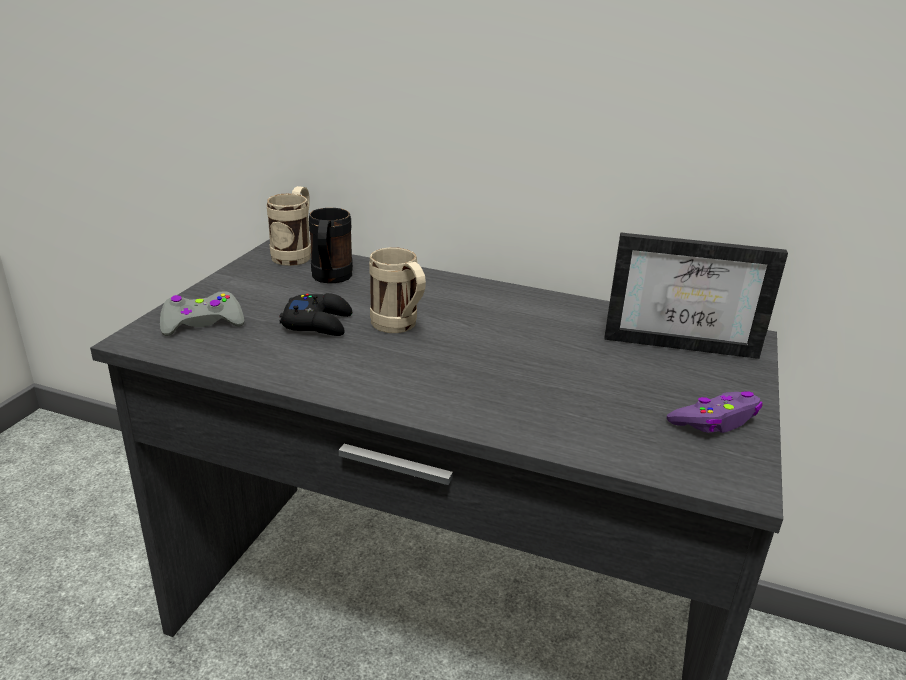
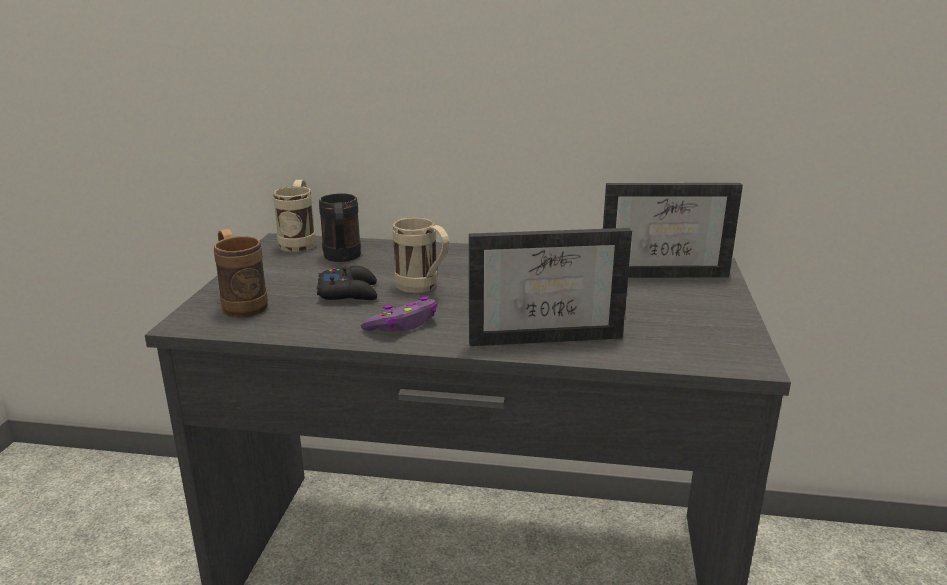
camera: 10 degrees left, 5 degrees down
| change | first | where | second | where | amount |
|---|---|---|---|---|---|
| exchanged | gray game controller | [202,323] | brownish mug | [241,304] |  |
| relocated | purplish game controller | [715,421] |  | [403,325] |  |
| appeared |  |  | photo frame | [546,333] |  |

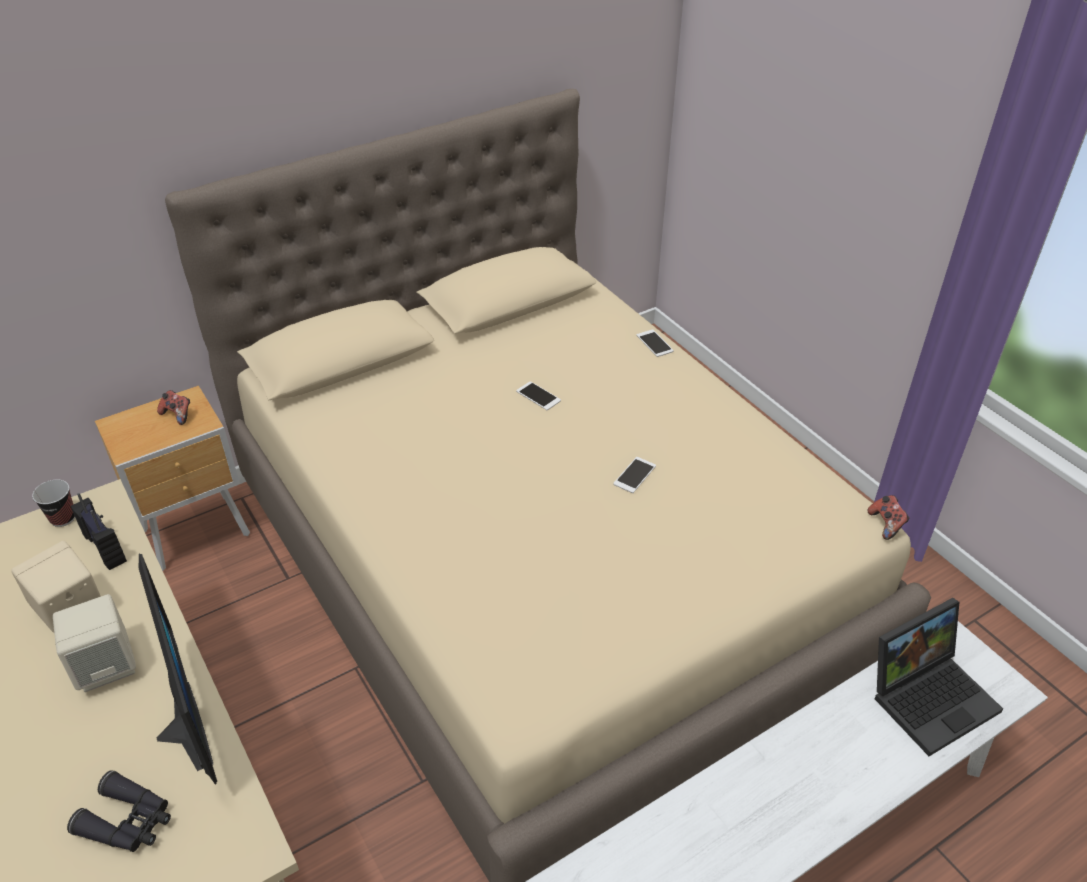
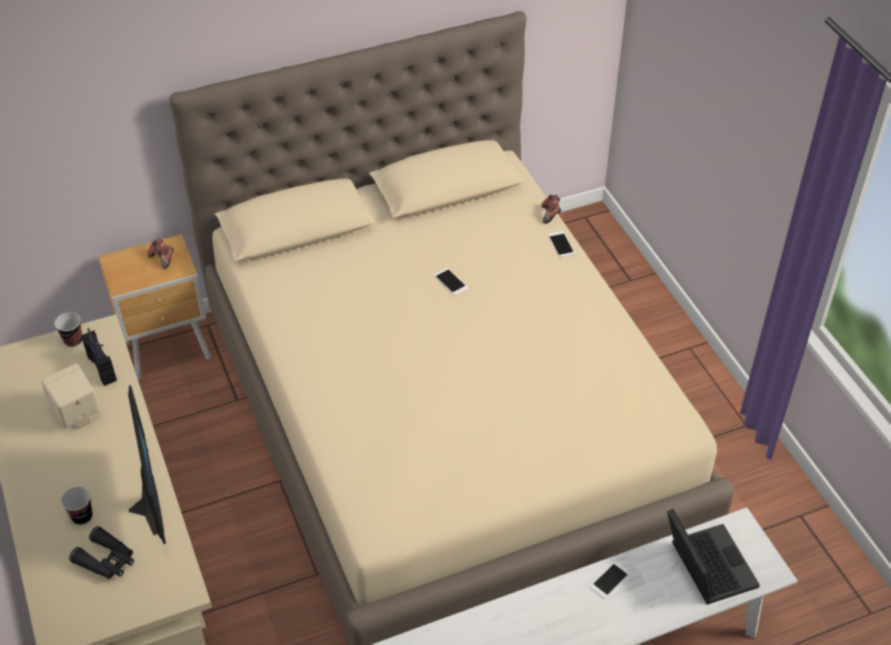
camera: 10 degrees right, 5 degrees up
| change | first | where | second | where | amount |
|---|---|---|---|---|---|
| appeared |  |  | small cup | [82,516] |  |
| relocated | game controller | [886,524] |  | [550,215] |  |
| relocated | telephone | [634,475] |  | [609,580] |  |
| spun | laptop | [930,695] |  | [705,565] | 90 degrees counterclockwise |
| missing | beige-coloured audio speaker | [106,666] |  |  |  |

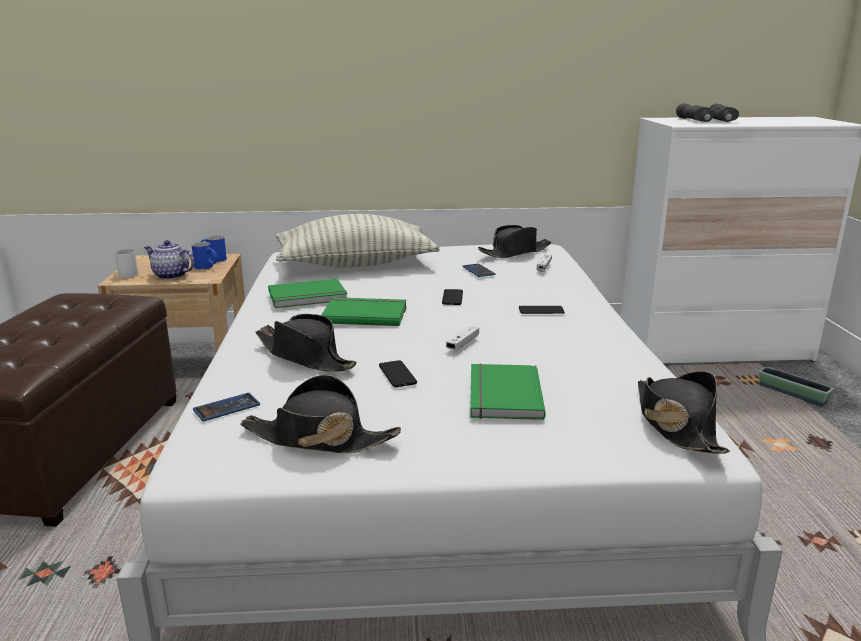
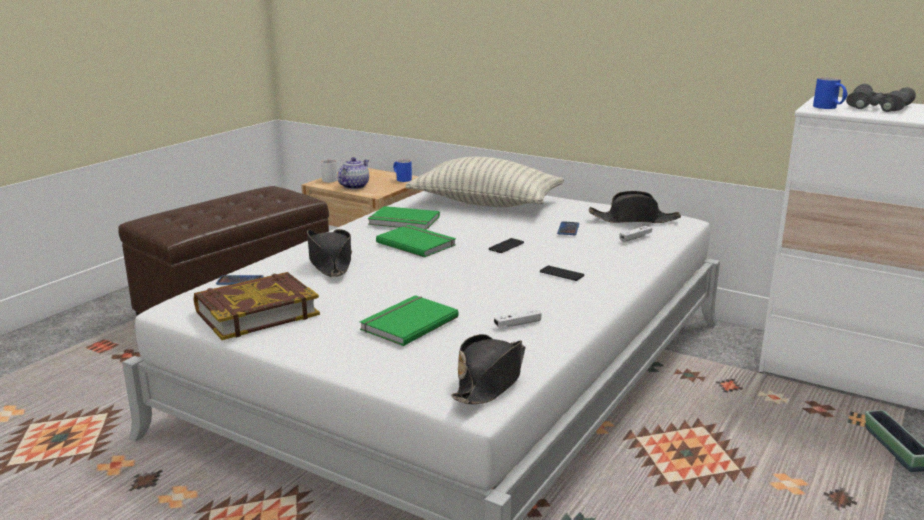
camera: 35 degrees right, 0 degrees up
| change | first | where | second | where | amount |
|---|---|---|---|---|---|
| exchanged | black-coloured wearable hat | [319,438] | volume | [256,313] |  |
| spun | tea pot | [170,275] |  | [354,186] | 60 degrees clockwise |
| relocated | white-coloured game controller | [462,343] |  | [517,324] |  |
| relocated | blue-coloured mug | [207,267] |  | [829,108] |  |
| missing | telephone | [397,374] |  |  |  |

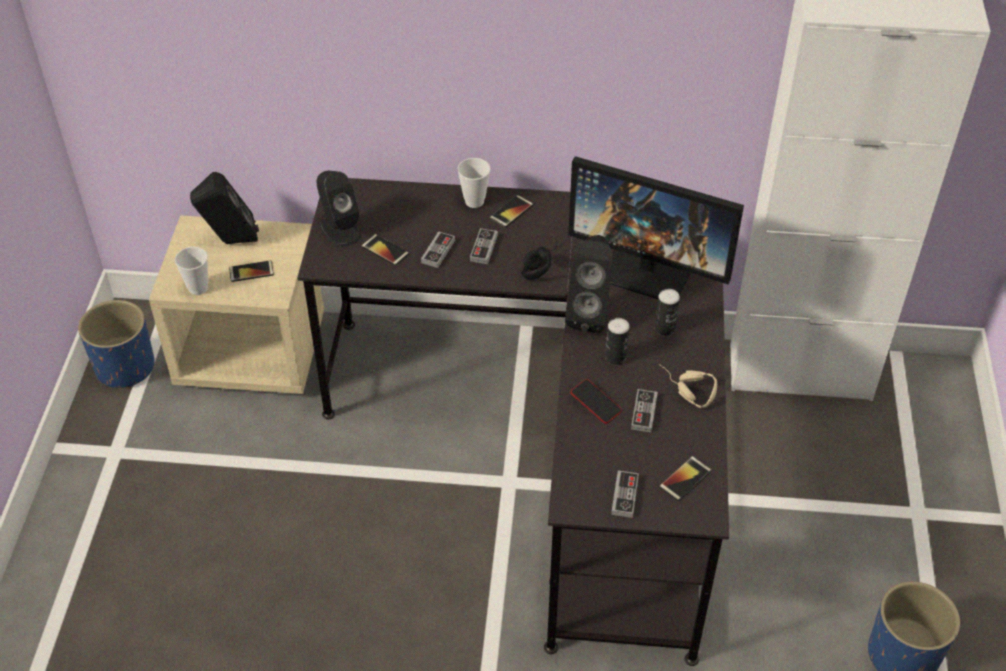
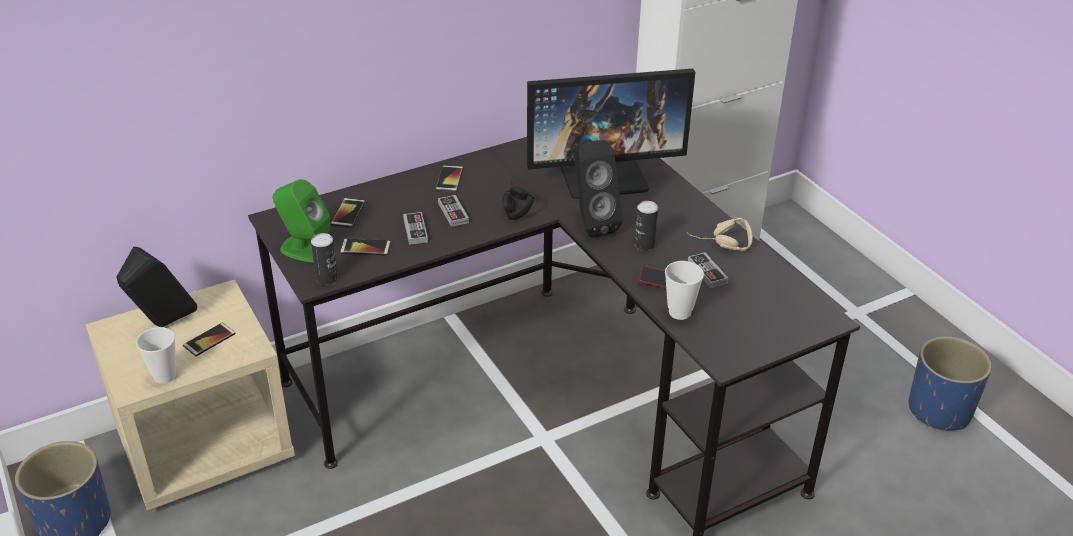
camera: 35 degrees left, 10 degrees down
| change | first | where | second | where | amount |
|---|---|---|---|---|---|
| colour | black-coloured audio speaker | [340,229] | green-coloured audio speaker | [305,249] |  |
| relocated | can | [664,328] |  | [327,279] |  |
| relocated | telephone | [685,479] |  | [348,213] |  |
| relocated | small cup | [474,201] |  | [679,312] |  |
| missing | game controller | [624,496] |  |  |  |

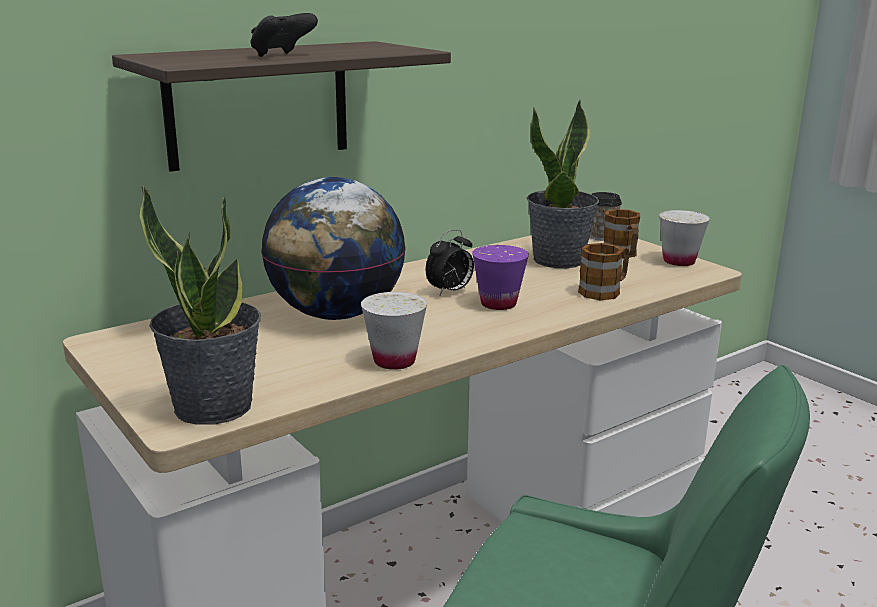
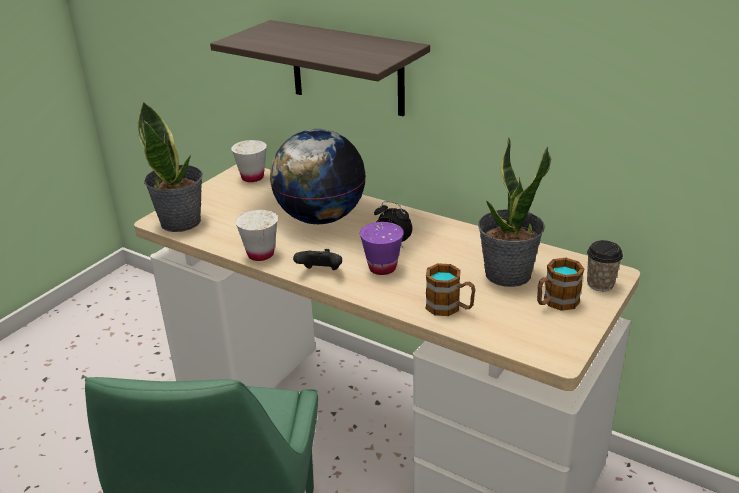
camera: 70 degrees right, 10 degrees up
| change | first | where | second | where | amount |
|---|---|---|---|---|---|
| relocated | white-coloured small cup | [679,261] |  | [252,177] |  |
| relocated | black-coloured game controller | [282,56] |  | [320,272] |  |

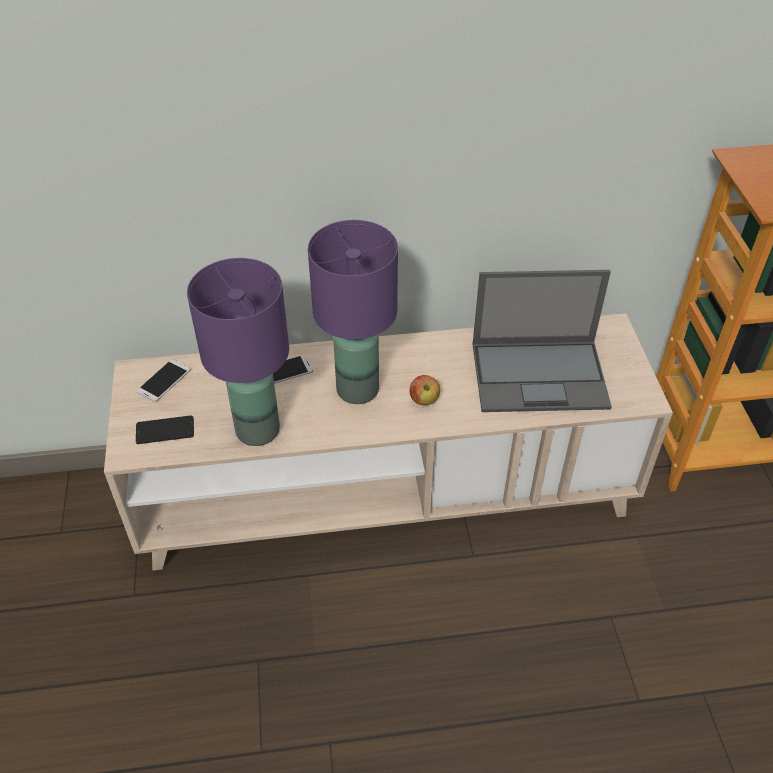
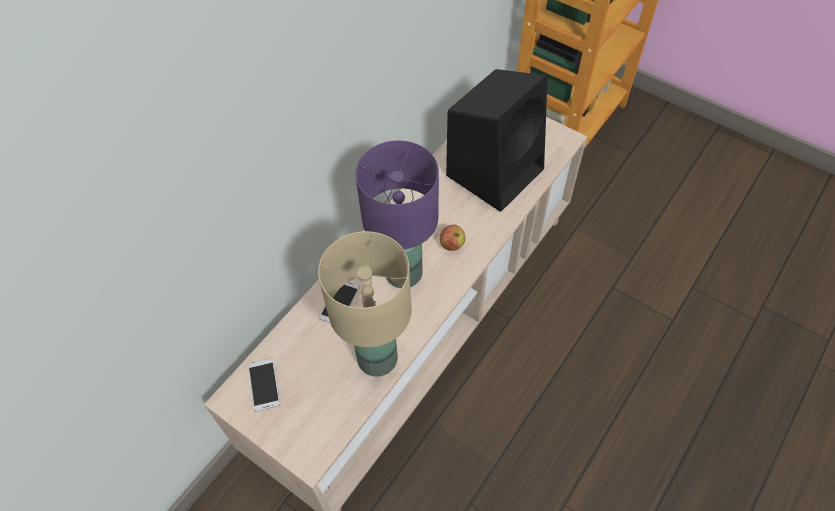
camera: 45 degrees left, 10 degrees up
| change | first | where | second | where | amount |
|---|---|---|---|---|---|
| colour | purplish table lamp | [257,431] | beige-coloured table lamp | [378,359] |  |
| exchanged | laptop | [540,375] | black-coloured audio speaker | [495,170] |  |
| missing | telephone | [165,430] |  |  |  |

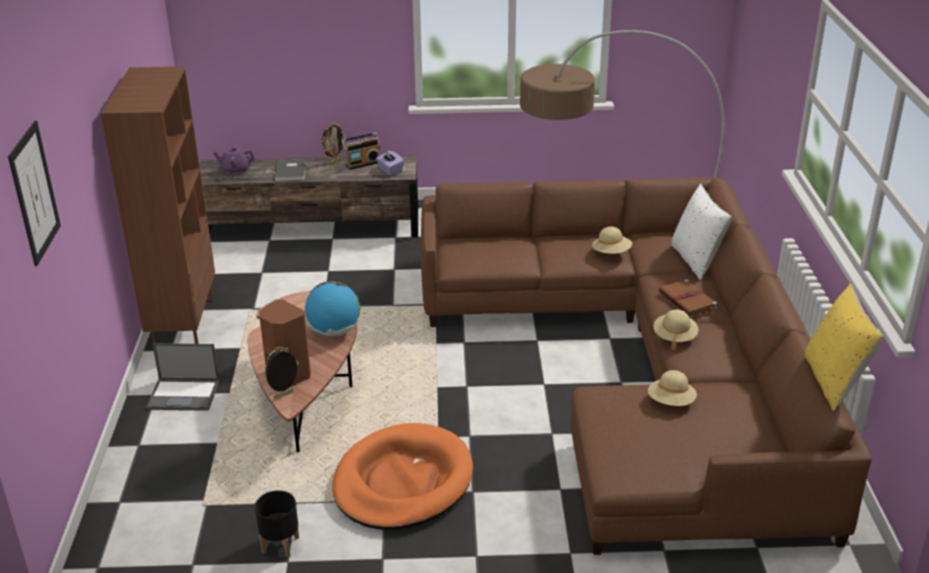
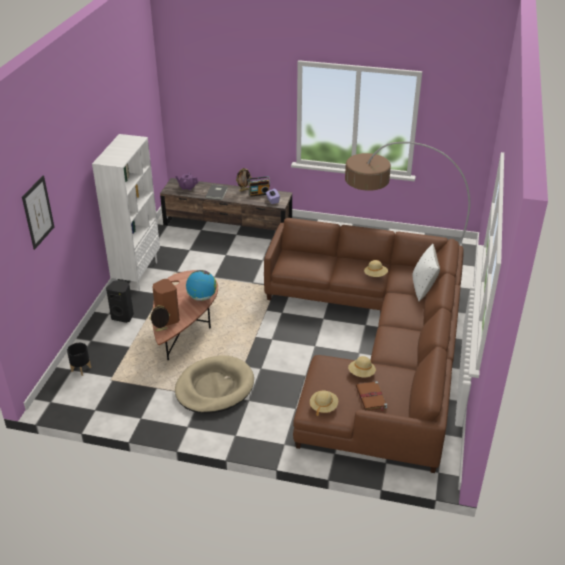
camera: 15 degrees right, 5 degrees up
| change | first | where | second | where | amount |
|---|---|---|---|---|---|
| relocated | black-coloured flower pot | [280,545] |  | [81,369] |  |
| colour | brownish bookcase | [183,323] | white-coloured bookcase | [137,274] |  |
| exchanged | laptop | [184,394] | black-coloured audio speaker | [123,316] |  |
| colour | orange-coloured dog cushion | [402,482] | beige-coloured dog cushion | [214,387] |  |
| relocated | beige-coloured wearable hat | [674,337] |  | [323,406] |  |
| relocated | brownish volume | [688,300] |  | [371,397] |  |
| missing | yellow-coloured pillow | [834,382] |  |  |  |

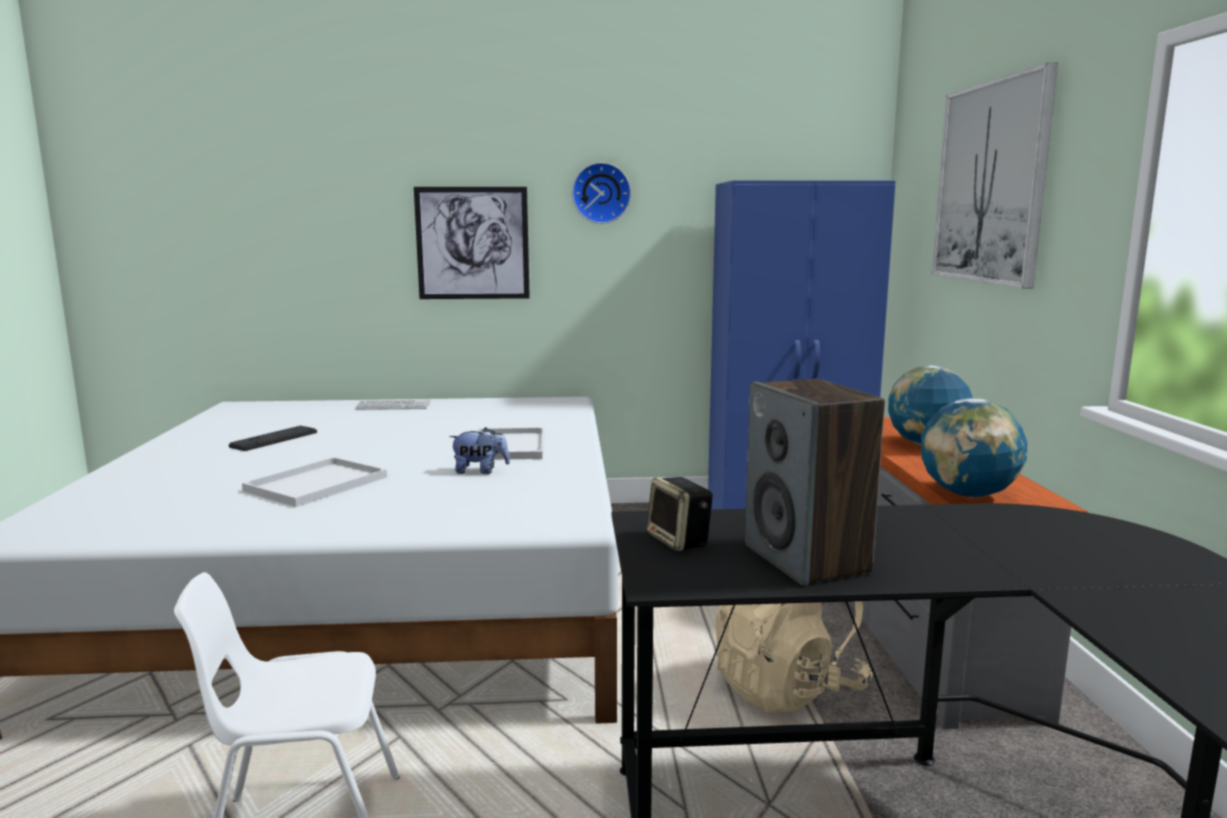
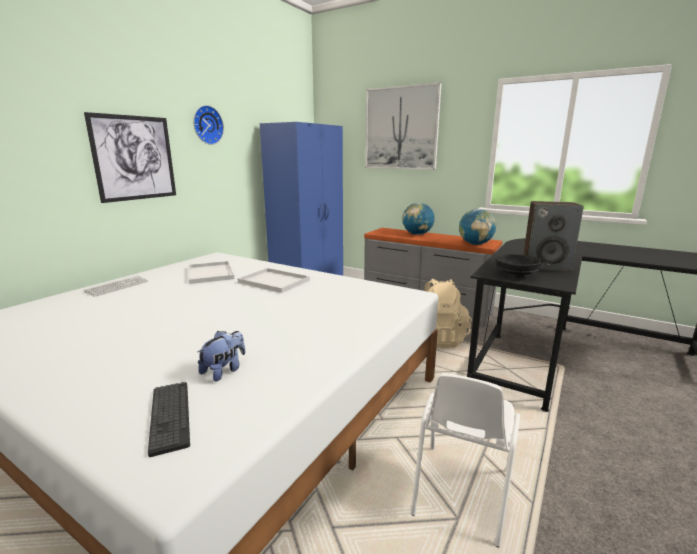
camera: 55 degrees left, 5 degrees up
| change | first | where | second | where | amount |
|---|---|---|---|---|---|
| relocated | computer keyboard | [274,439] |  | [170,416] |  |
| relocated | white-coloured serving tray | [317,483] |  | [209,273] |  |
| relocated | soft toy | [480,471] |  | [224,370] |  |
| exchanged | audio speaker | [680,541] | black-coloured bowl | [516,275] |  |

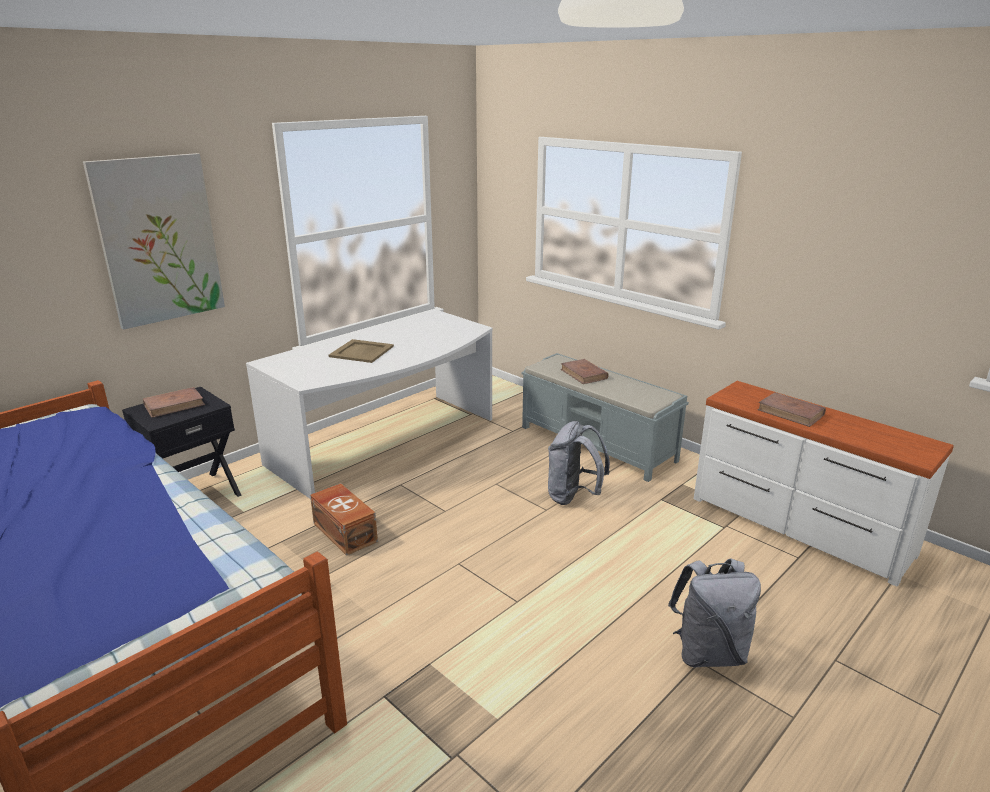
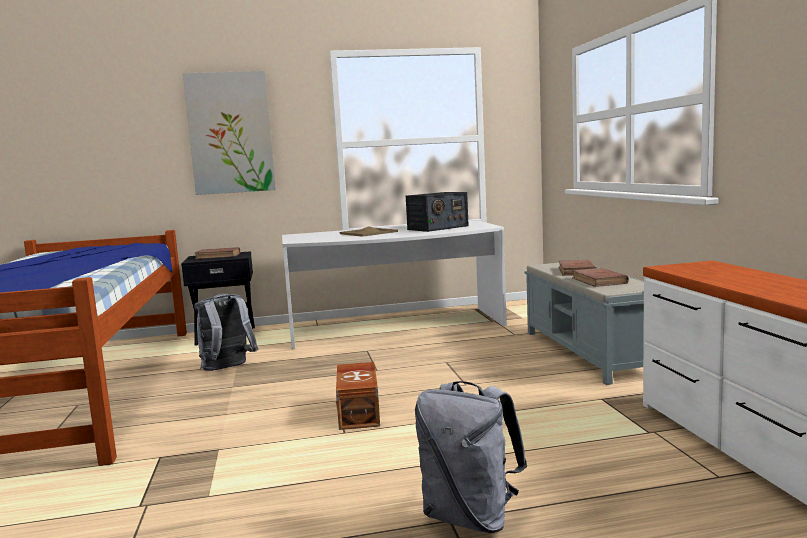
camera: 35 degrees right, 15 degrees down
| change | first | where | second | where | amount |
|---|---|---|---|---|---|
| relocated | gray backpack | [573,497] |  | [227,369] |  |
| relocated | brownish storage container | [345,531] |  | [360,411] |  |
| appeared |  |  | radio receiver | [437,228] |  |
| relocated | brownish volume | [791,412] |  | [599,281] |  |

